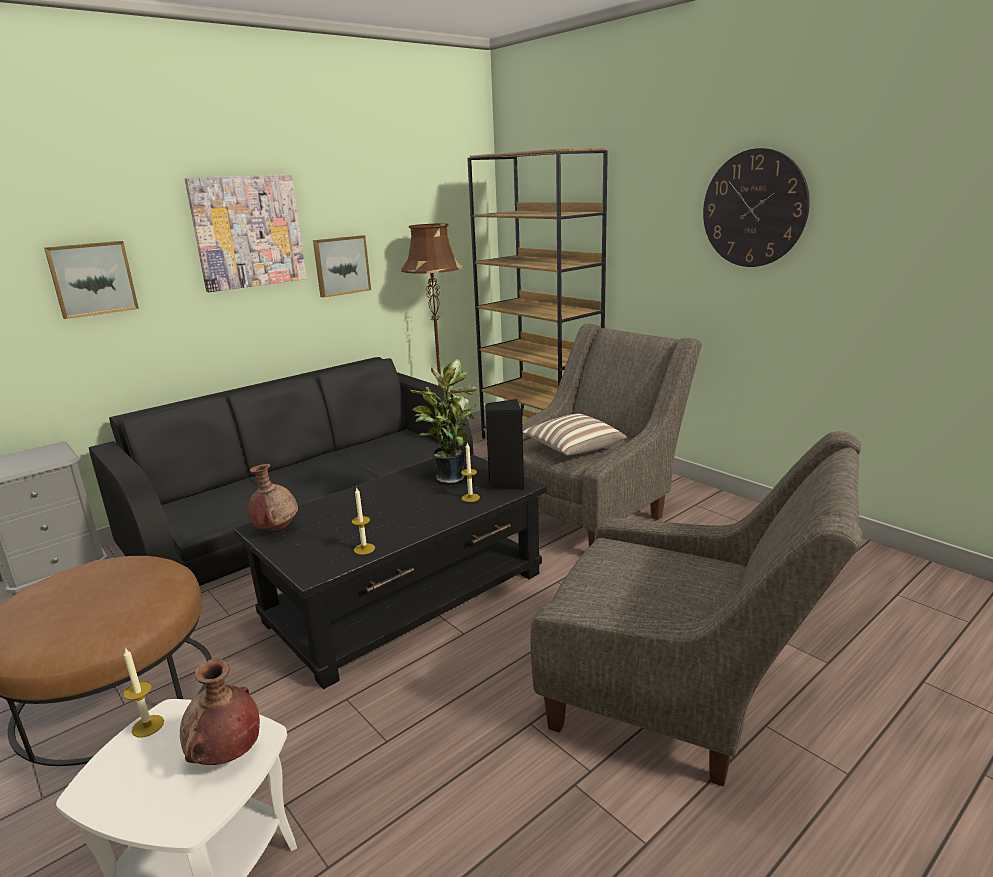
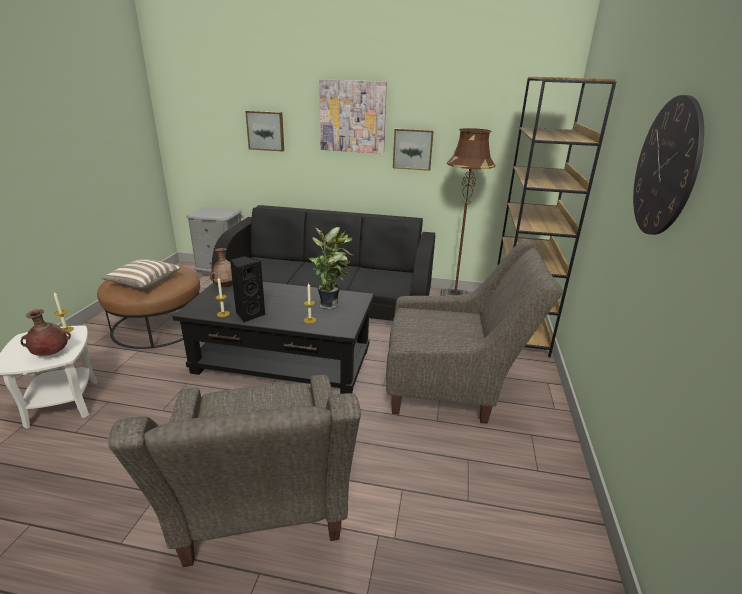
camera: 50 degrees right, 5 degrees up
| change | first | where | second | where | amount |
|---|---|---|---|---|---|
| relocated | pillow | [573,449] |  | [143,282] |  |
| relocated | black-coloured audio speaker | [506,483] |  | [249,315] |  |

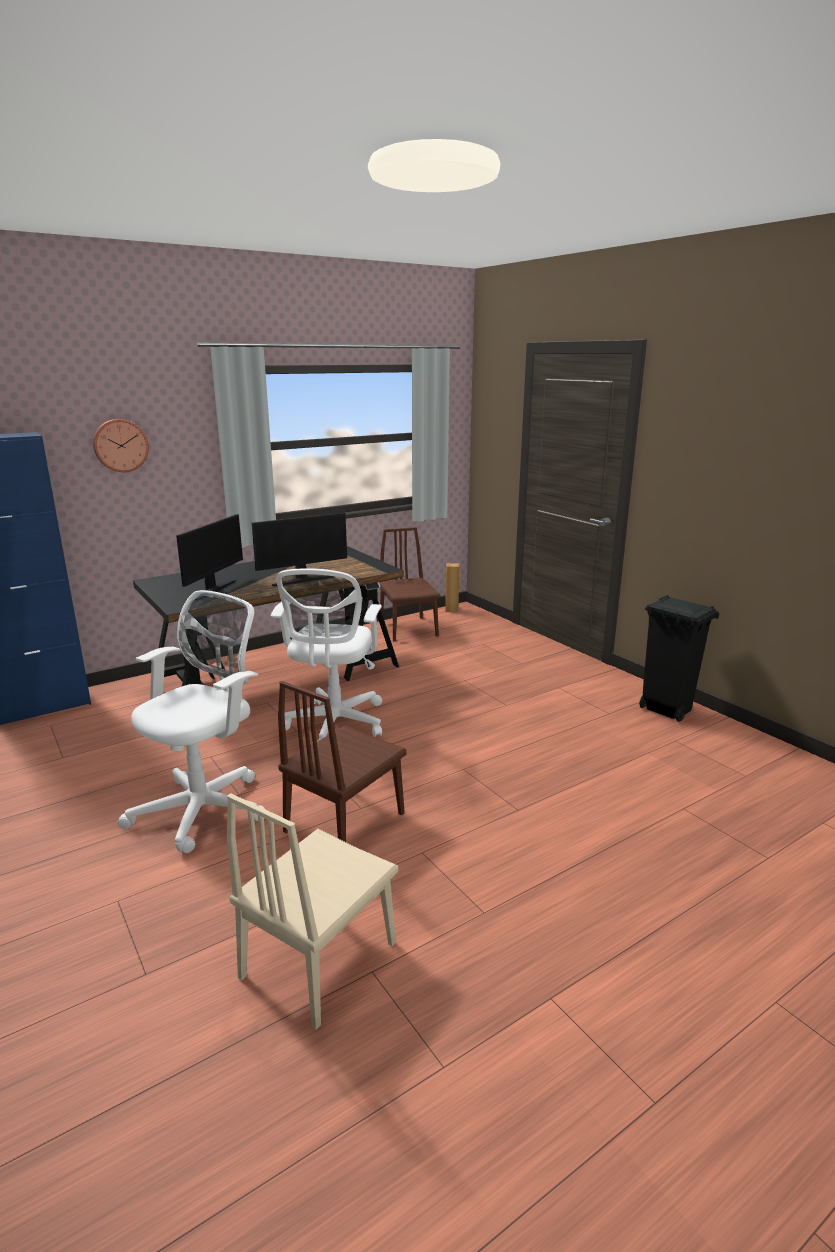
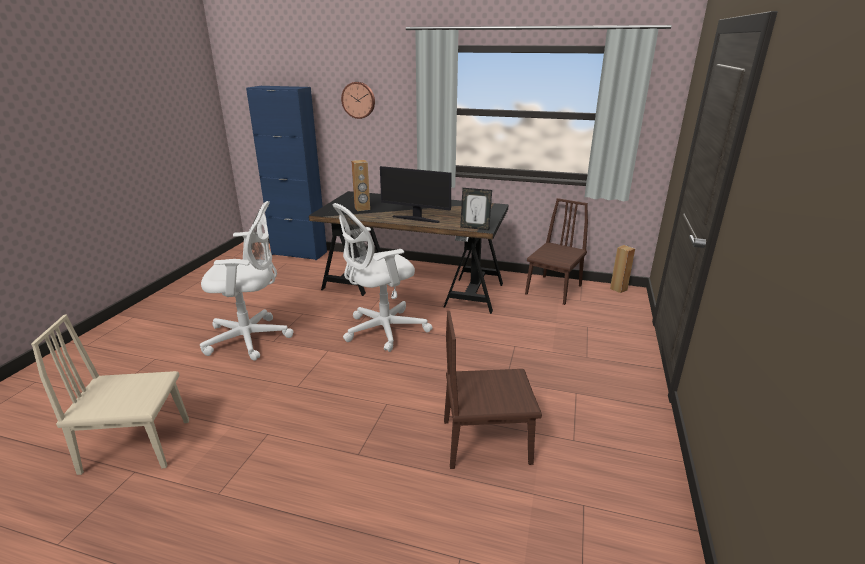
camera: 50 degrees right, 5 degrees up
| change | first | where | second | where | amount |
|---|---|---|---|---|---|
| exchanged | monitor | [214,589] | brownish audio speaker | [362,208] |  |
| relocated | brownish upright chair | [345,822] |  | [486,441] |  |
| appeared |  |  | photo frame | [475,228] |  |
| missing | black-coloured waste bin | [665,710] |  |  |  |

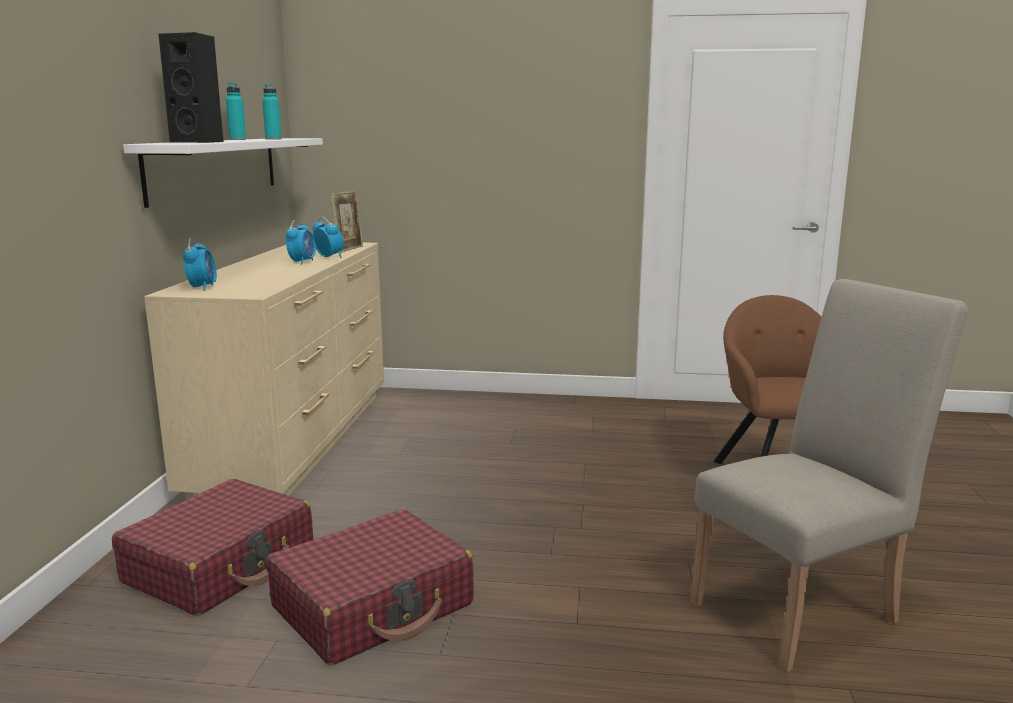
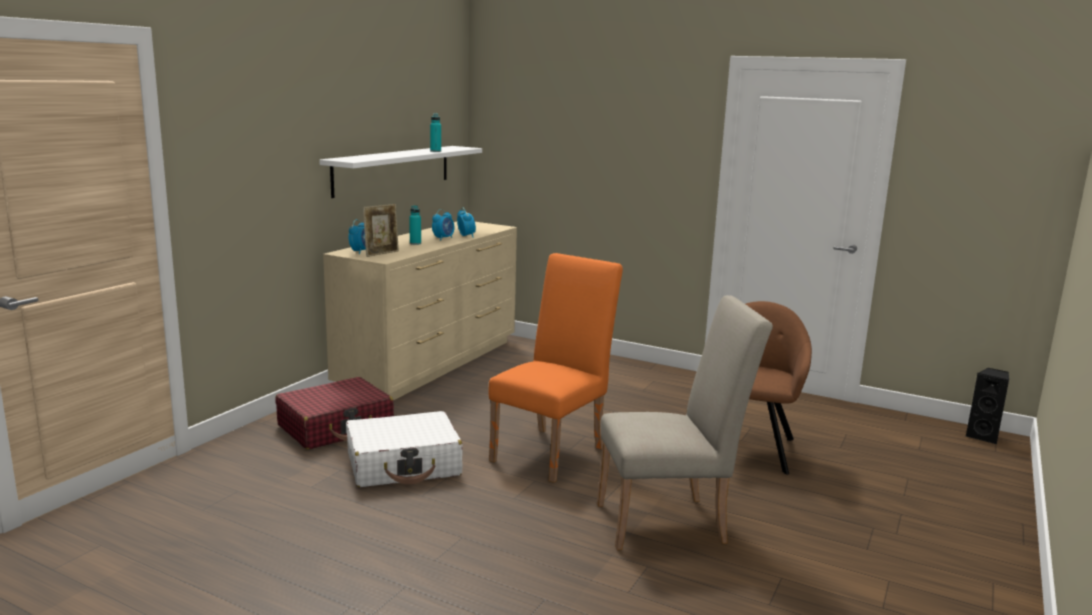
camera: 20 degrees right, 0 degrees up
| change | first | where | second | where | amount |
|---|---|---|---|---|---|
| colour | red suitcase | [373,606] | white-coloured suitcase | [404,465] |  |
| relocated | photo frame | [349,249] |  | [381,254] |  |
| relocated | blue-green drink bottle | [237,139] |  | [415,243] |  |
| appeared |  |  | orange-coloured upright chair | [553,451] |  |
| relocated | black-coloured audio speaker | [200,142] |  | [983,436] |  |

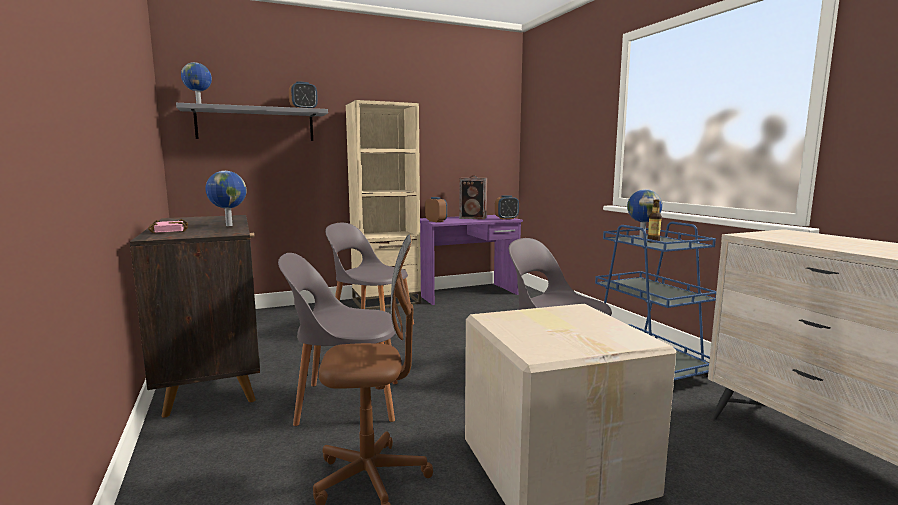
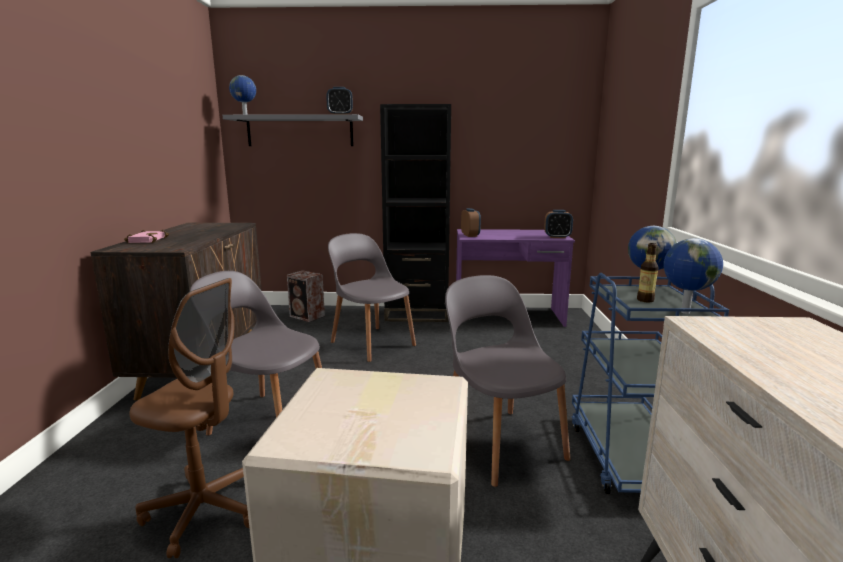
camera: 25 degrees right, 5 degrees up
| change | first | where | second | where | amount |
|---|---|---|---|---|---|
| relocated | audio speaker | [474,218] |  | [307,316] |  |
| colour | beige-coloured bookcase | [386,301] | black-coloured bookcase | [417,314] |  |
| relocated | world globe | [228,225] |  | [684,312] |  |

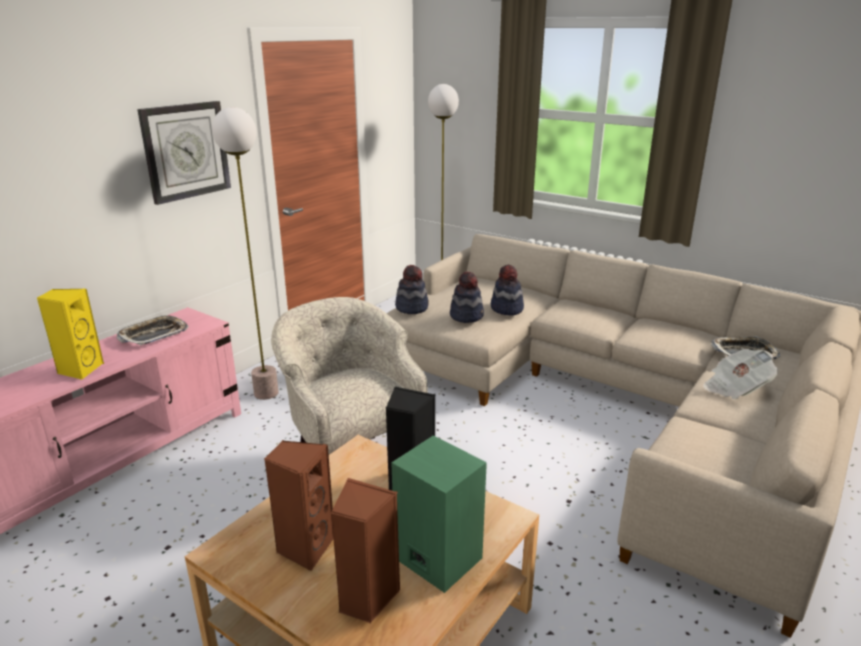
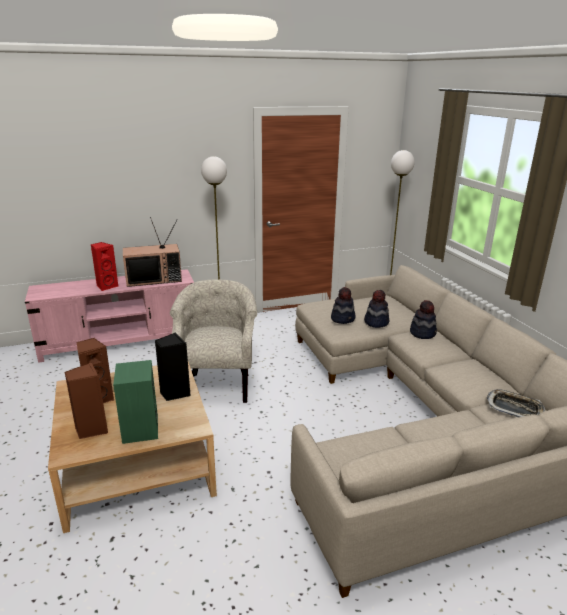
camera: 35 degrees right, 0 degrees up
| change | first | where | second | where | amount |
|---|---|---|---|---|---|
| colour | yellow-coloured audio speaker | [80,370] | red audio speaker | [106,286] |  |
| exchanged | serving tray | [154,335] | television | [154,279] |  |
| relocated | wearable hat | [412,308] |  | [422,333] |  |
| missing | clock on the wall | [186,151] |  |  |  |
| missing | daily paper | [735,388] |  |  |  |

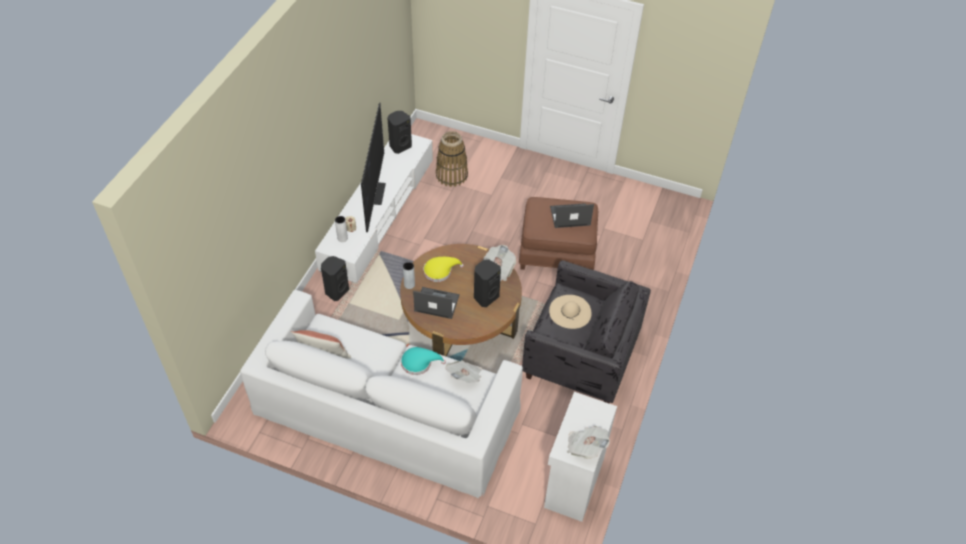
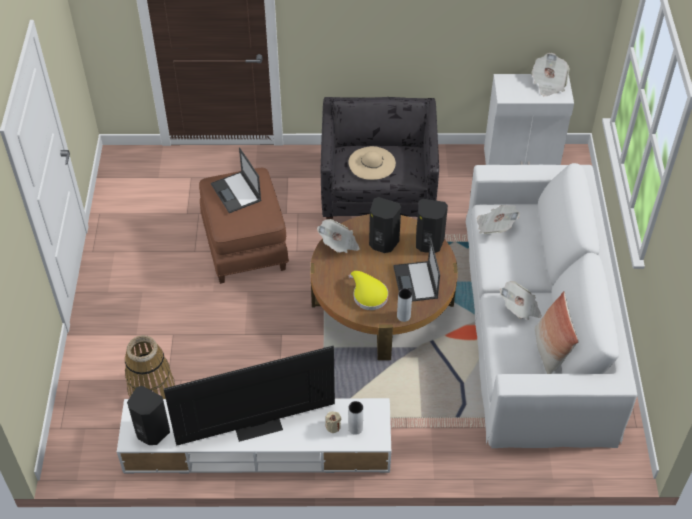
camera: 110 degrees left, 0 degrees up
| change | first | where | second | where | amount |
|---|---|---|---|---|---|
| relocated | black-coloured audio speaker | [336,291] |  | [428,244] |  |
| appeared |  |  | daily paper | [520,309] |  |
| missing | blue-green wearable hat | [419,363] |  |  |  |

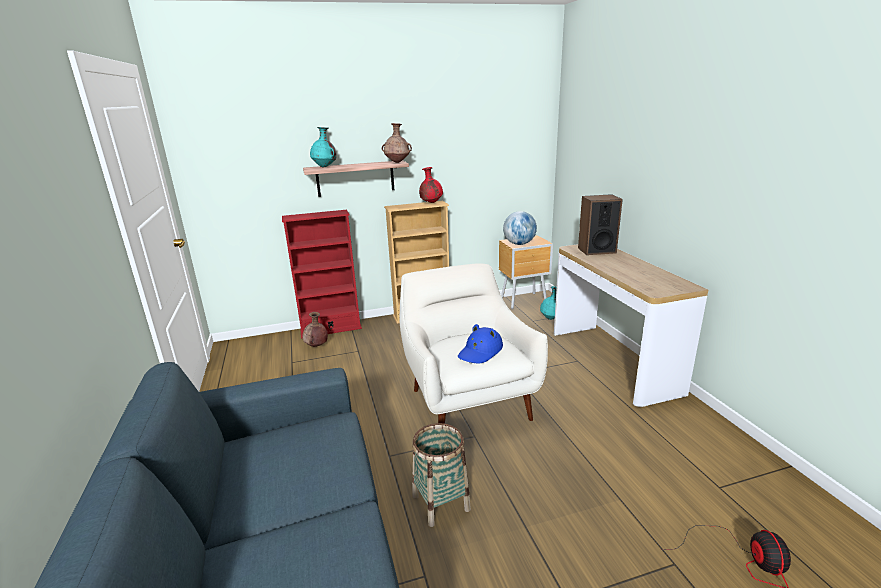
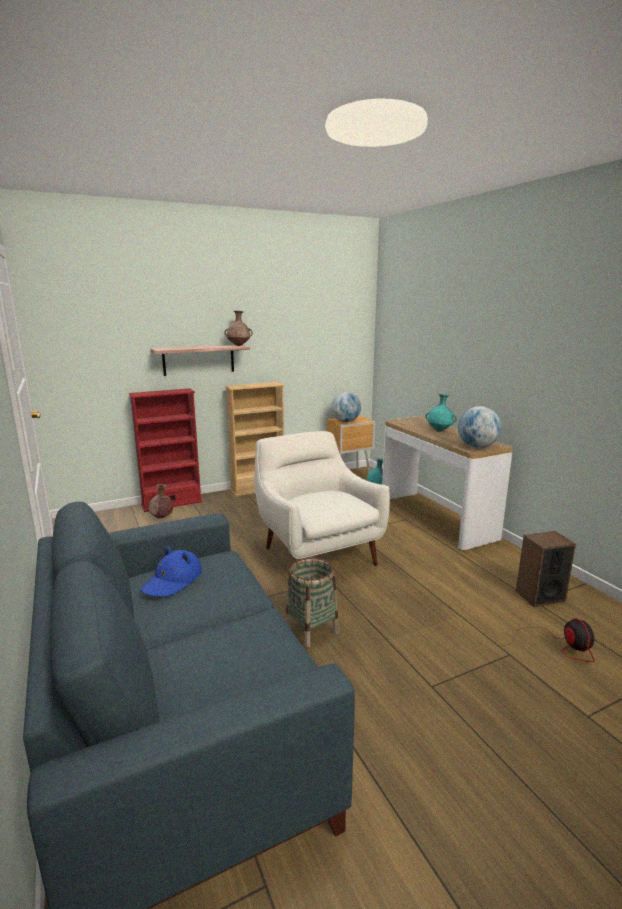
camera: 10 degrees left, 5 degrees down
| change | first | where | second | where | amount |
|---|---|---|---|---|---|
| relocated | blue-coloured wearable hat | [480,352] |  | [173,581] |  |
| relocated | blue-green decorative vase | [325,167] |  | [440,431] |  |
| appeared |  |  | world globe | [477,447] |  |
| relocated | audio speaker | [596,250] |  | [539,596] |  |
| missing | red decorative vase | [431,203] |  |  |  |

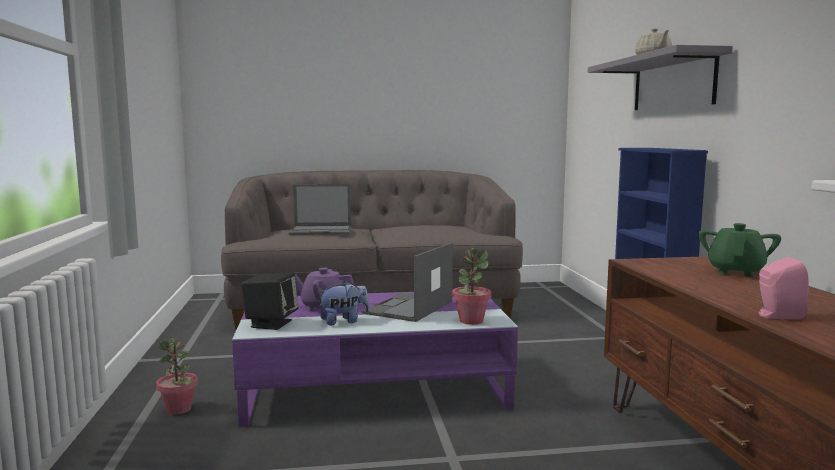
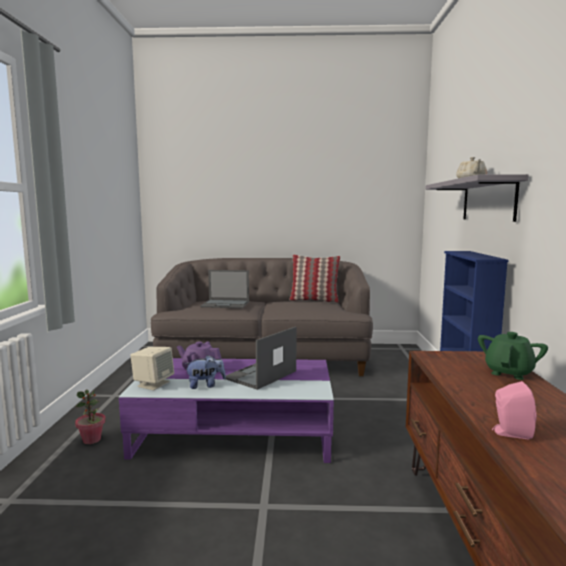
camera: 10 degrees right, 0 degrees up
| change | first | where | second | where | amount |
|---|---|---|---|---|---|
| colour | black-coloured audio speaker | [271,323] | beige-coloured audio speaker | [153,384] |  |
| appeared |  |  | pillow | [314,300] |  |
| missing | potted plant | [471,321] |  |  |  |

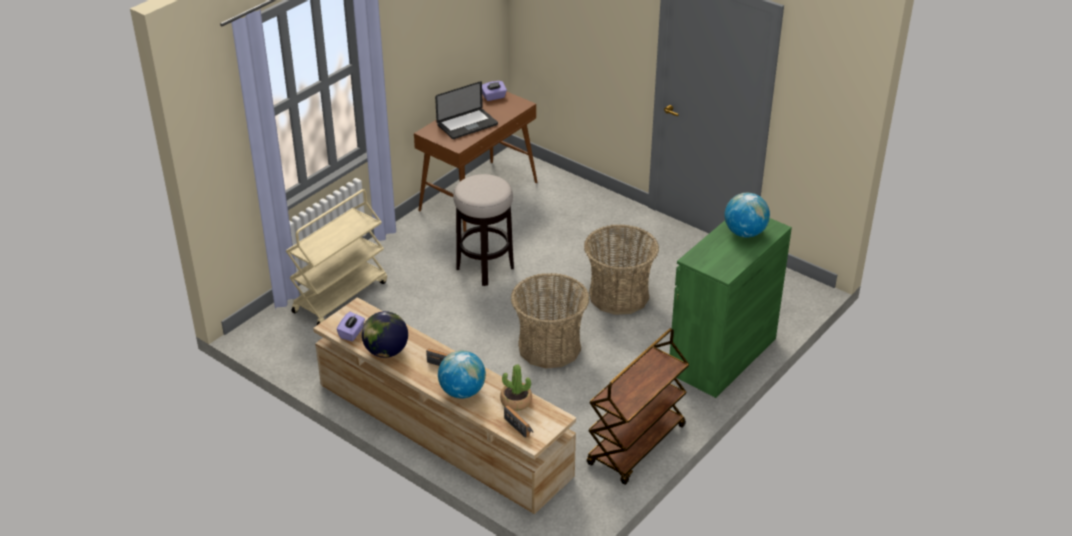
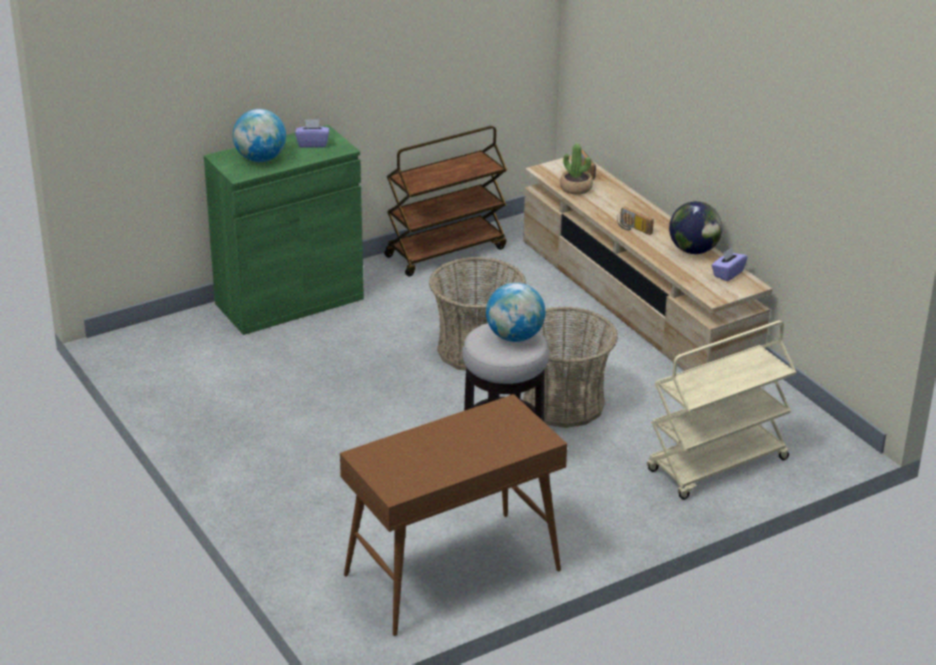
camera: 160 degrees left, 5 degrees down
| change | first | where | second | where | amount |
|---|---|---|---|---|---|
| relocated | purplish tissue box | [494,97] |  | [312,144] |  |
| relocated | world globe | [462,391] |  | [514,337] |  |
| relocated | household basket | [618,295] |  | [563,404] |  |
| missing | laptop | [467,125] |  |  |  |

